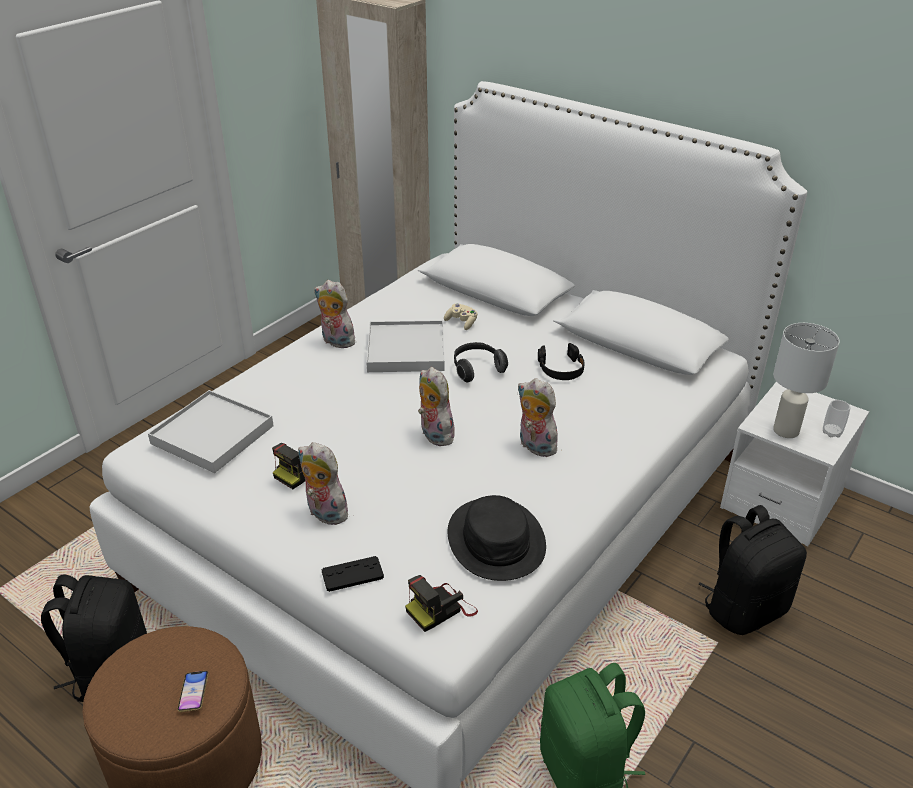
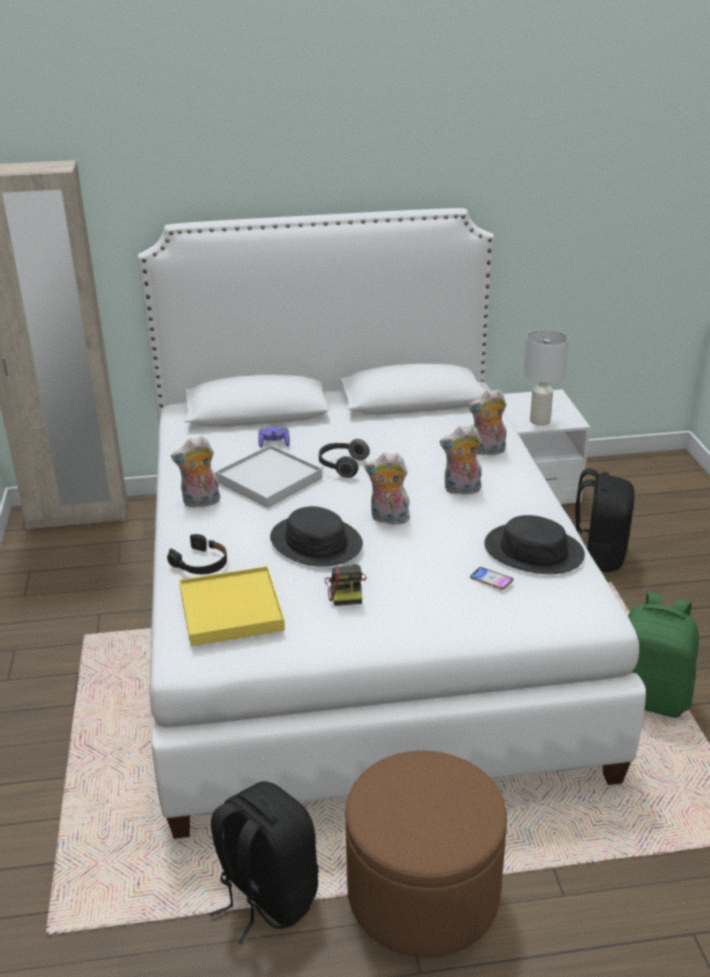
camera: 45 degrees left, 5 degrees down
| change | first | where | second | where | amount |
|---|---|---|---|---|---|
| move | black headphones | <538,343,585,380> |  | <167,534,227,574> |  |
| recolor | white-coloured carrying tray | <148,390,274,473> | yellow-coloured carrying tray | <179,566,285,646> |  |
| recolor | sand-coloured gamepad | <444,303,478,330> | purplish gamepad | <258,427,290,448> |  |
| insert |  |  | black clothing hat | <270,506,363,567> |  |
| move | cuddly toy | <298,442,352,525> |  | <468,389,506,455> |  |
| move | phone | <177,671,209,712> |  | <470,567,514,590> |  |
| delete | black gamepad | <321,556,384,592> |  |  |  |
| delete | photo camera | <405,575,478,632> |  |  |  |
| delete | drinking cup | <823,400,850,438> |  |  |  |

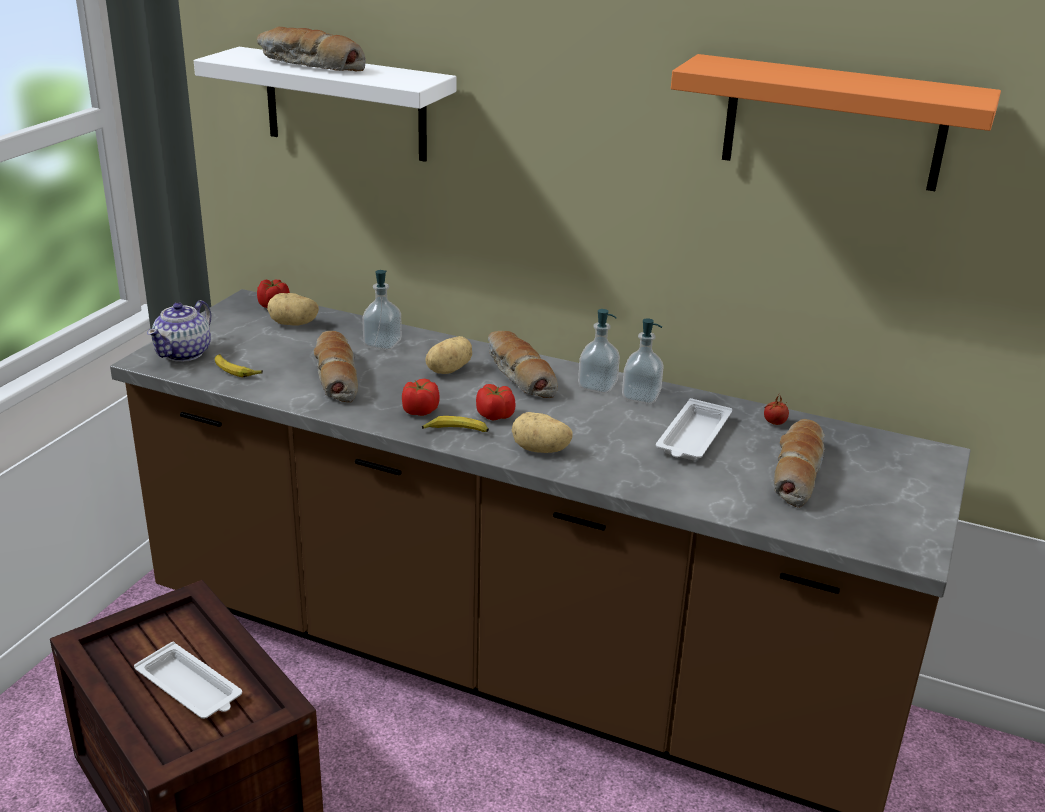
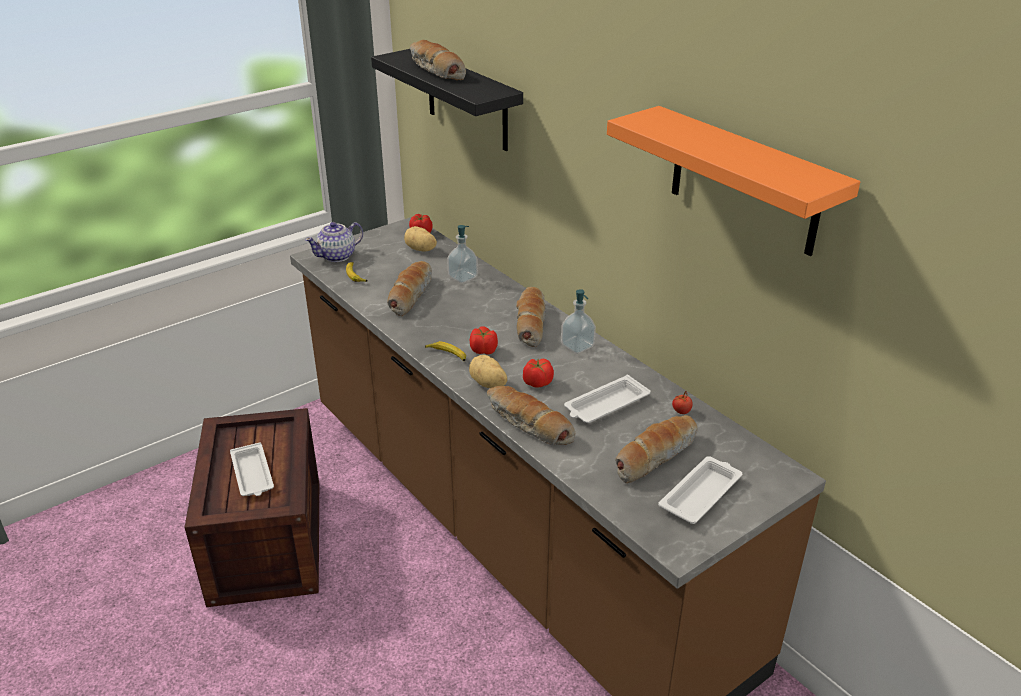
camera: 30 degrees right, 5 degrees up
| change | first | where | second | where | amount |
|---|---|---|---|---|---|
| recolor | white-coloured bracket shelf | <194,47,456,162> | black bracket shelf | <371,49,523,151> |  |
| insert |  |  | bread | <487,386,575,445> |  |
| move | fresh tomato | <402,379,440,416> |  | <523,359,554,388> |  |
| insert |  |  | white-coloured carrying tray | <658,456,742,524> |  |
| delete | whole potato | <425,336,472,374> |  |  |  |
| delete | soap dispenser | <622,318,664,404> |  |  |  |

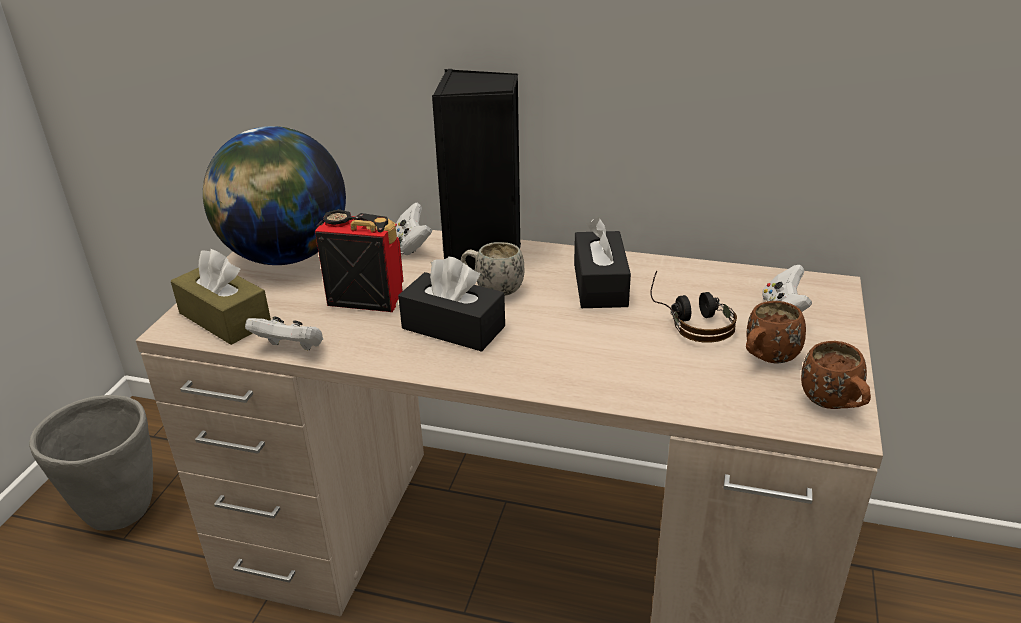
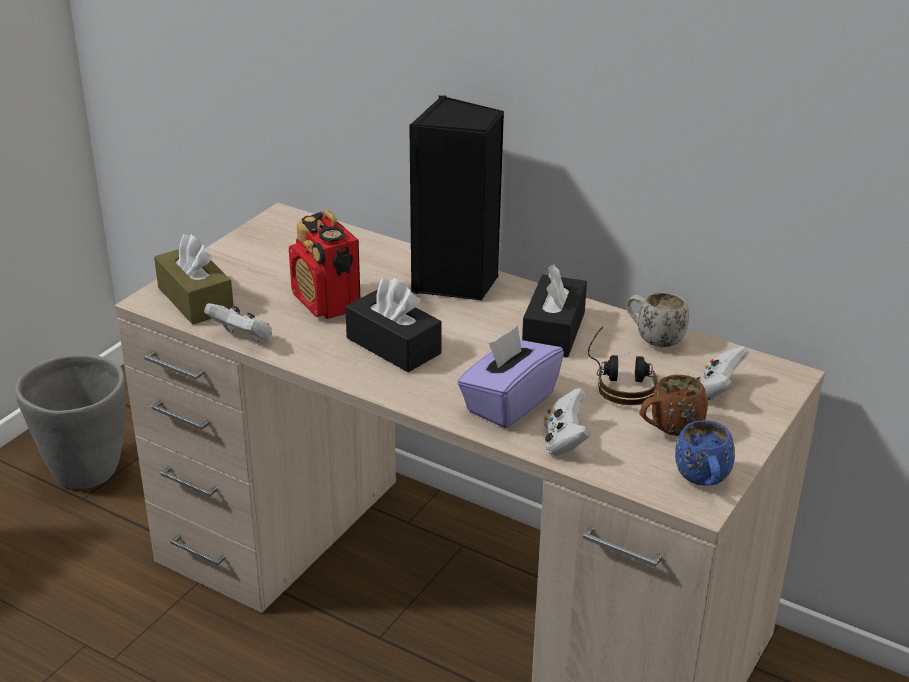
camera: 15 degrees right, 0 degrees up
| change | first | where | second | where | amount |
|---|---|---|---|---|---|
| rotate | radio set | <315,209,403,312> |  | <289,210,360,319> | 150 degrees counterclockwise |
| insert |  |  | purplish tissue box | <457,326,564,428> |  |
| move | white-coloured gamepad | <395,203,432,255> |  | <544,388,591,456> |  |
| move | white-coloured coffee mug | <461,242,524,296> |  | <626,292,689,347> |  |
| recolor | brownish coffee mug | <801,341,871,409> | blue-coloured coffee mug | <675,420,735,486> |  |
| delete | world globe | <203,126,346,265> |  |  |  |

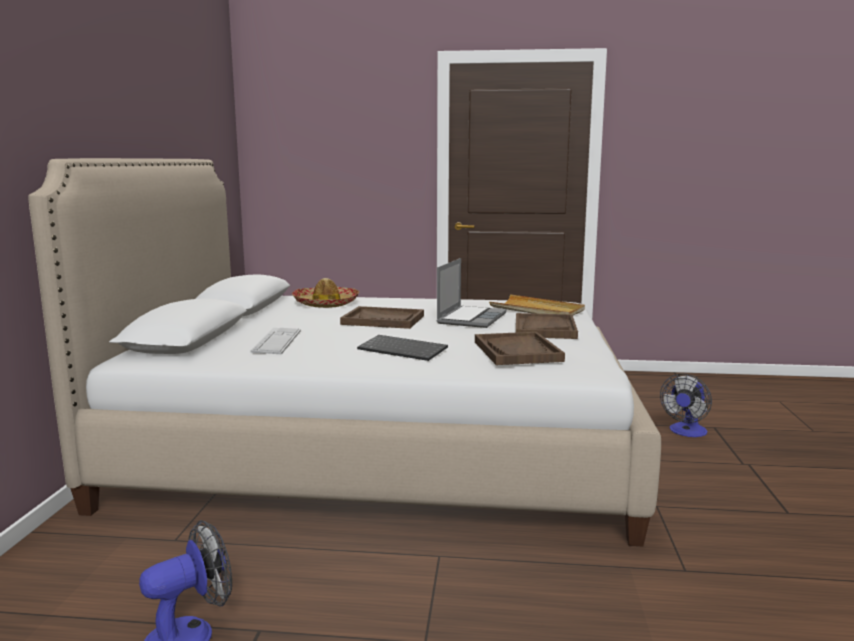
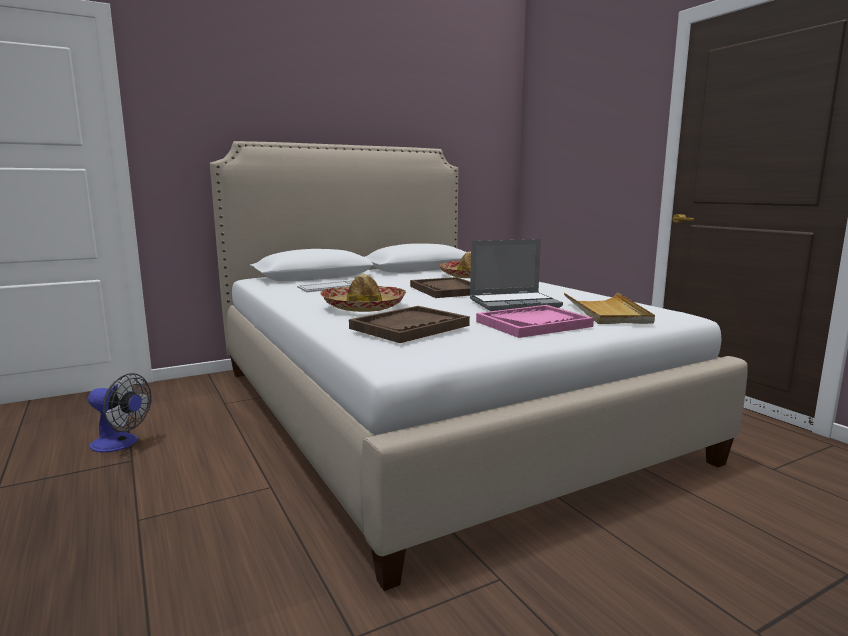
camera: 55 degrees right, 0 degrees up
| change | first | where | second | where | amount |
|---|---|---|---|---|---|
| replace | keyboard | <357,335,448,361> | clothing hat | <320,274,406,312> |  |
| recolor | brownish carrying tray | <516,313,578,339> | pink carrying tray | <476,305,594,338> |  |
| delete | electric fan | <660,374,712,437> |  |  |  |

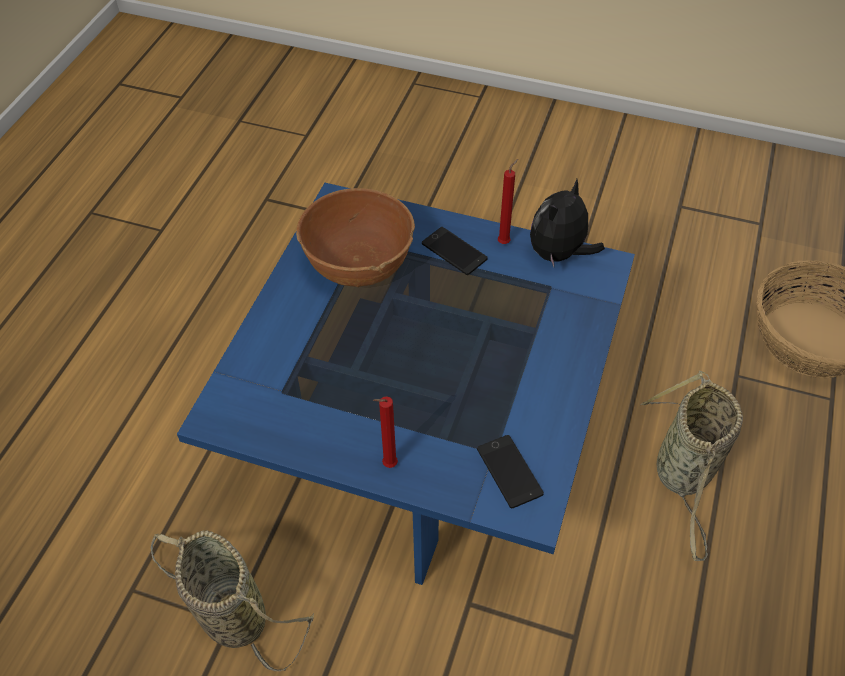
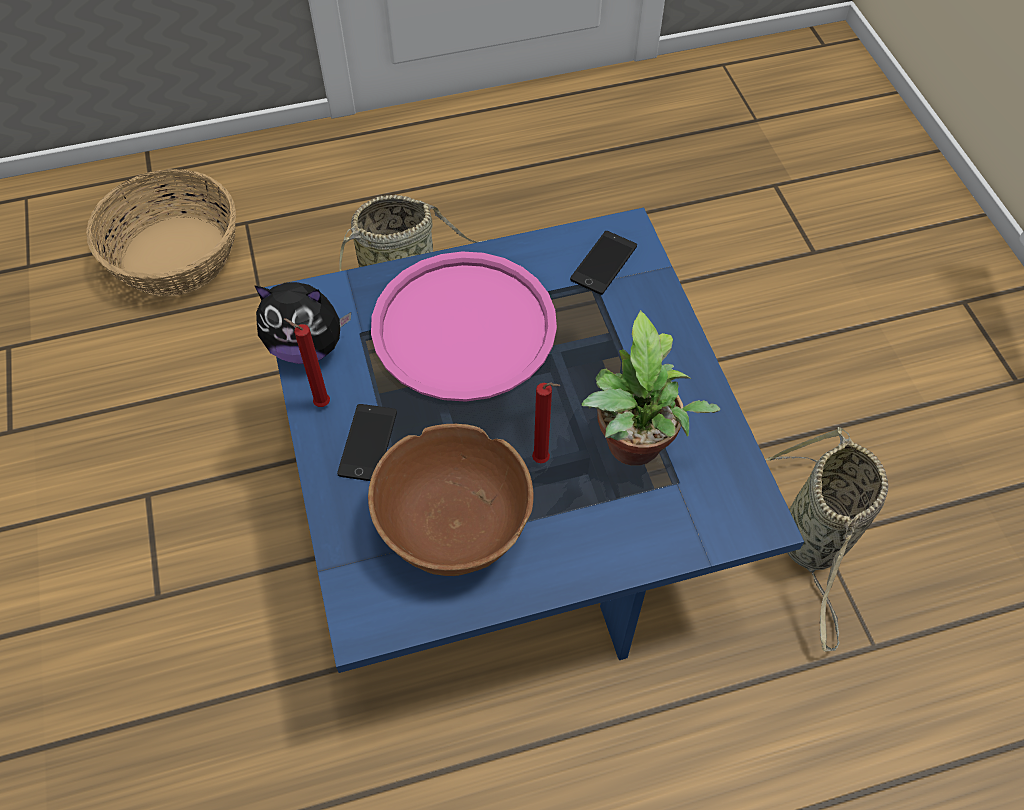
camera: 125 degrees left, 5 degrees up
| change | first | where | second | where | amount |
|---|---|---|---|---|---|
| insert |  |  | pink carrying tray | <371,251,557,402> |  |
| move | red wax light | <373,396,398,468> |  | <532,382,560,463> |  |
| insert |  |  | potted plant | <581,310,720,465> |  |

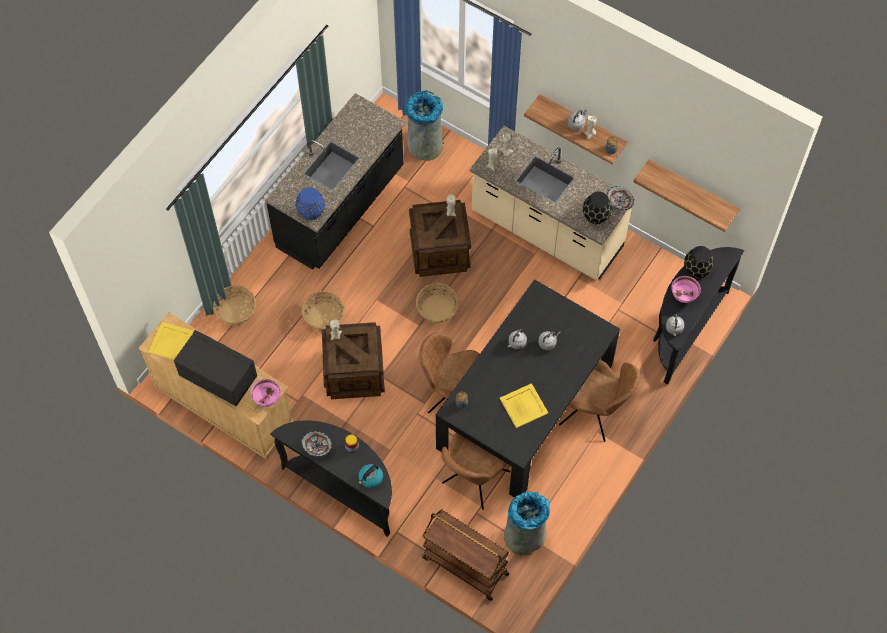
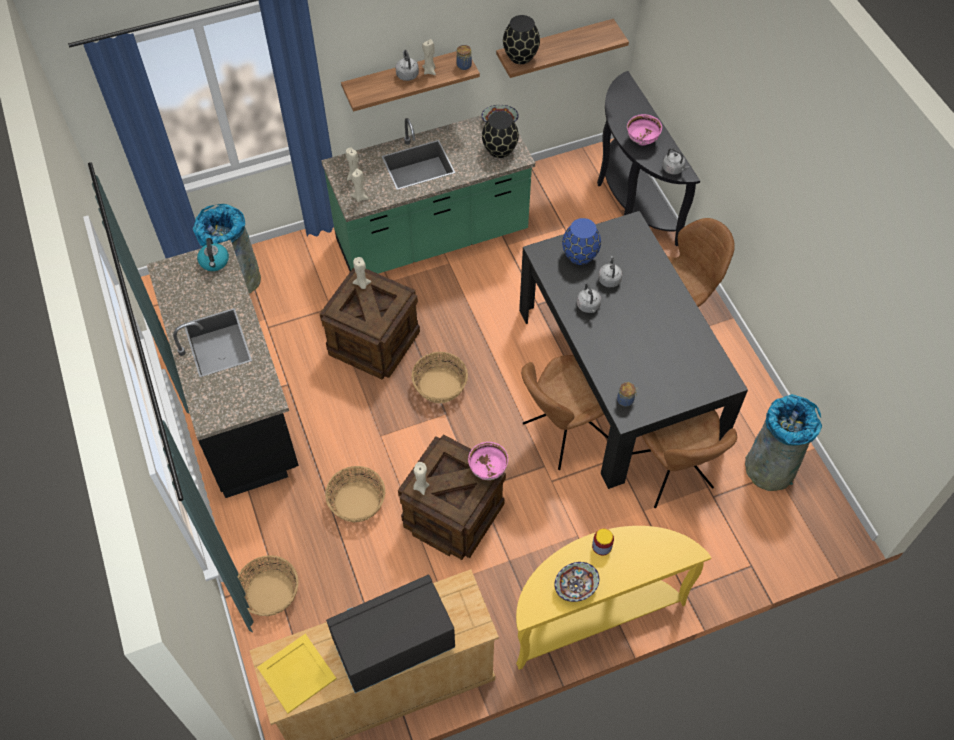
camera: 55 degrees left, 5 degrees down
| change | first | where | second | where | amount |
|---|---|---|---|---|---|
| move | tea kettle | <358,464,383,488> |  | <197,238,229,271> |  |
| recolor | sand-coloured counter | <470,126,635,281> | green counter | <321,116,535,274> |  |
| move | pink deep dish | <251,379,281,407> |  | <468,442,508,480> |  |
| move | black vase | <684,246,714,278> |  | <503,15,540,64> |  |
| recolor | black console table | <270,420,392,537> | yellow-coloured console table | <516,526,711,670> |  |
| move | blue-coloured vase | <296,187,325,220> |  | <562,218,601,265> |  |
| delete | brownish wheeled cart | <422,509,509,601> |  |  |  |
| delete | yellow-coloured carrying tray | <500,383,548,428> |  |  |  |

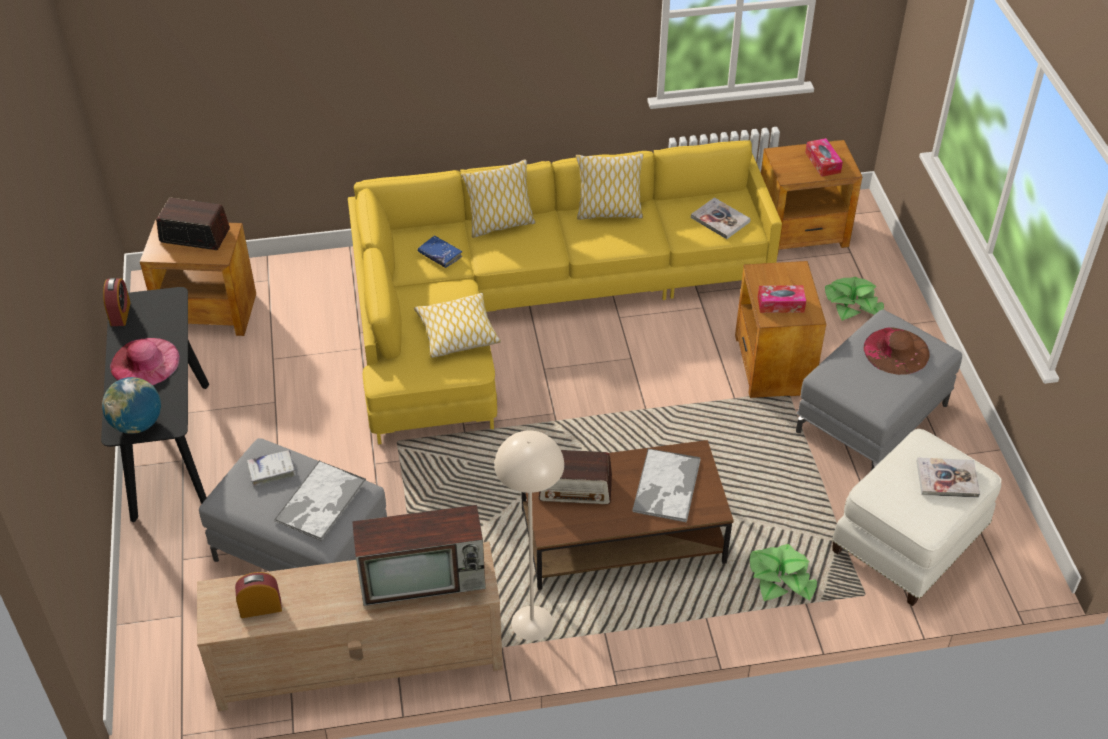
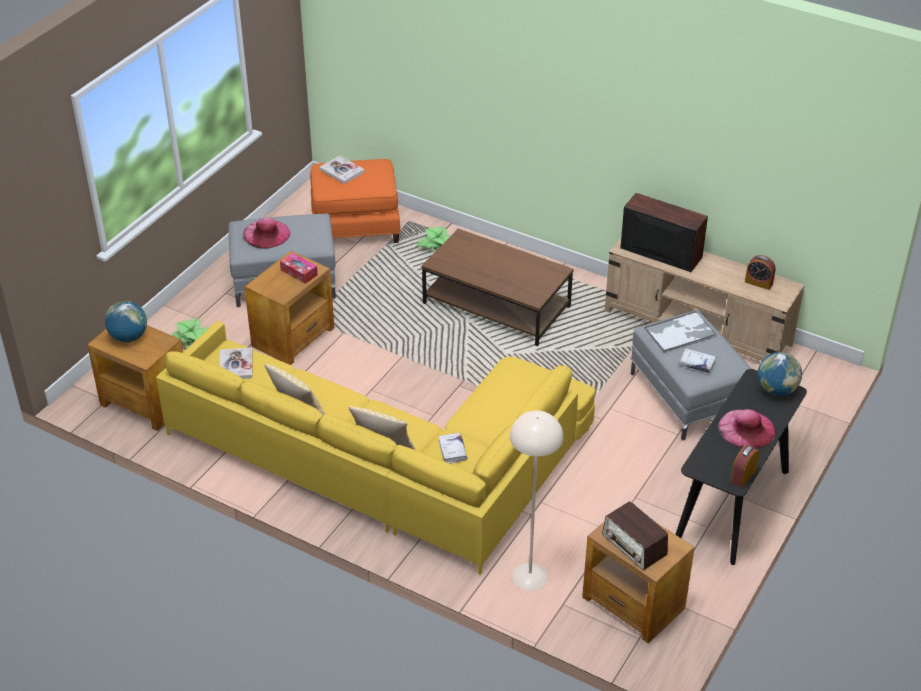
camera: 140 degrees left, 5 degrees down
| change | first | where | second | where | amount |
|---|---|---|---|---|---|
| replace | tissue box | <805,138,843,177> | world globe | <105,301,147,342> |  |
| recolor | brownish clothing hat | <864,327,930,375> | pink clothing hat | <243,217,290,249> |  |
| recolor | white-coloured pouffe | <832,429,1002,606> | orange-coloured pouffe | <310,159,401,243> |  |
| recolor | blue-coloured bound book | <417,236,462,268> | white-coloured bound book | <438,433,467,464> |  |
| move | sand-coloured standard lamp | <494,431,564,643> |  | <510,410,563,591> |  |
| delete | throw pillow | <414,293,501,358> |  |  |  |
| delete | radio set | <539,450,612,504> |  |  |  |
| delete | carrying tray | <632,448,701,522> |  |  |  |

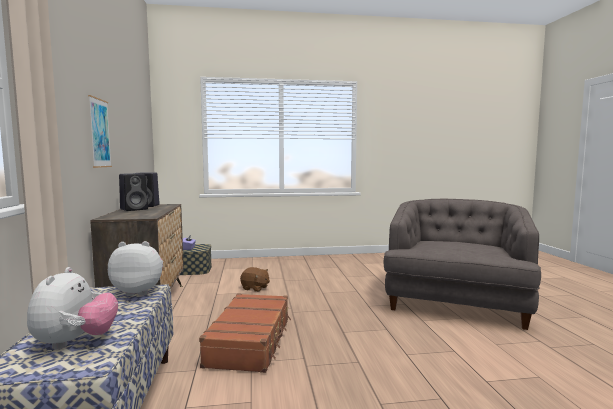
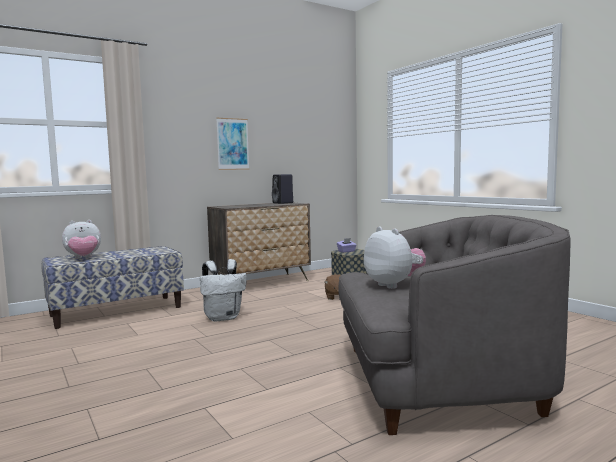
camera: 65 degrees right, 0 degrees up
| change | first | where | second | where | amount |
|---|---|---|---|---|---|
| replace | brownish suitcase | <199,293,291,373> | white-coloured knapsack | <200,259,247,322> |  |
| move | cuddly toy | <108,241,163,296> |  | <364,226,426,289> |  |
| delete | black loudspeaker | <119,173,148,211> |  |  |  |

